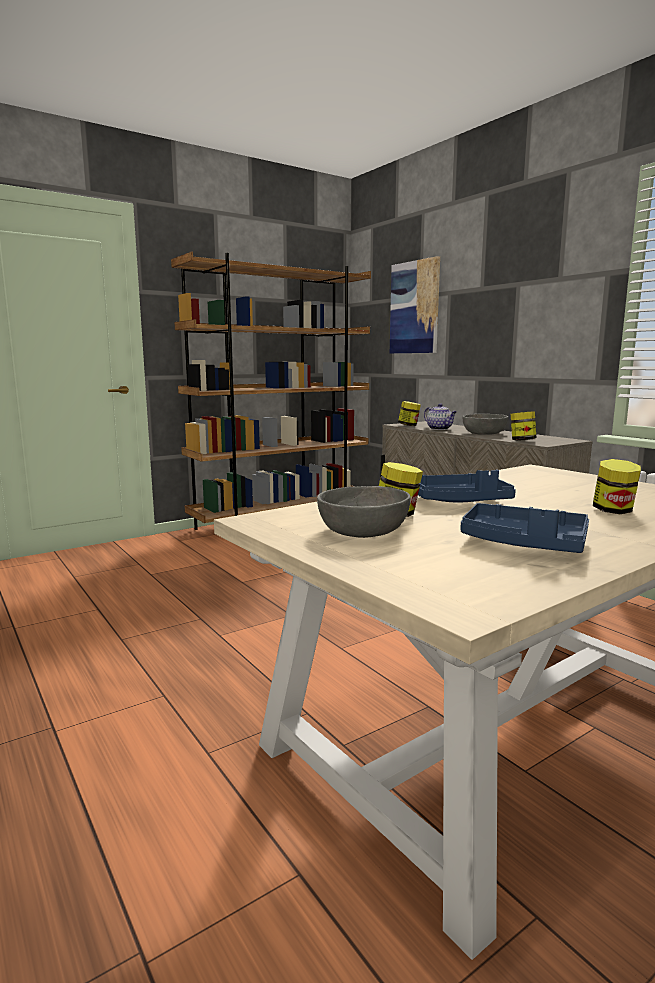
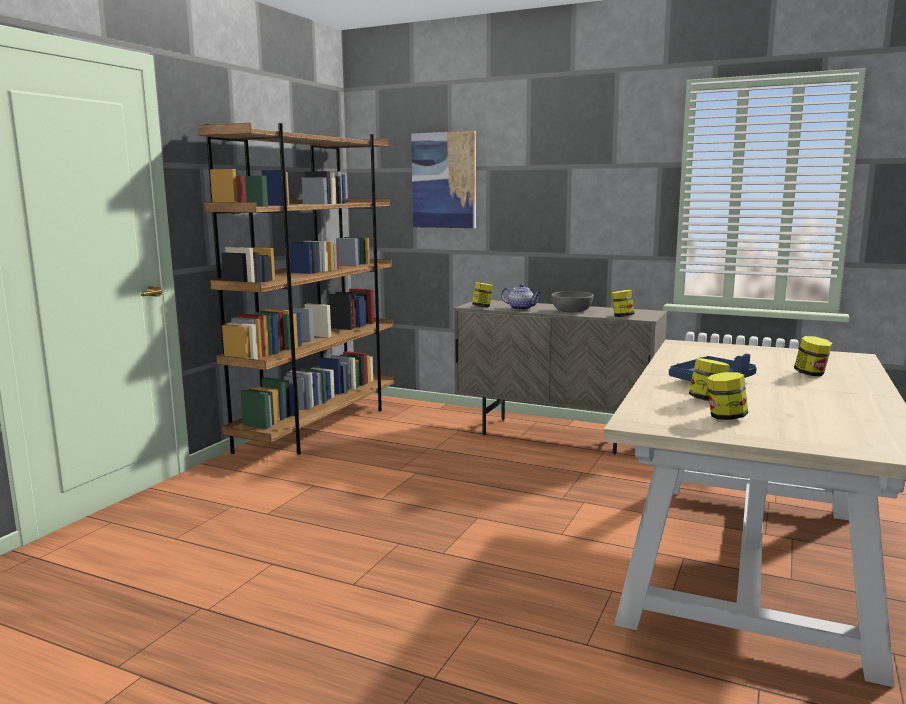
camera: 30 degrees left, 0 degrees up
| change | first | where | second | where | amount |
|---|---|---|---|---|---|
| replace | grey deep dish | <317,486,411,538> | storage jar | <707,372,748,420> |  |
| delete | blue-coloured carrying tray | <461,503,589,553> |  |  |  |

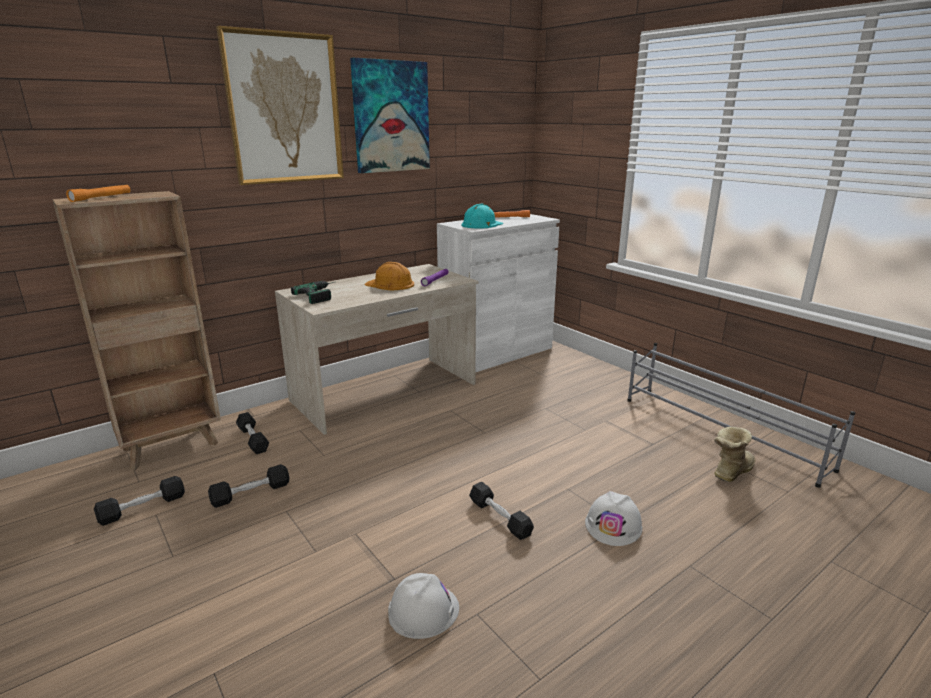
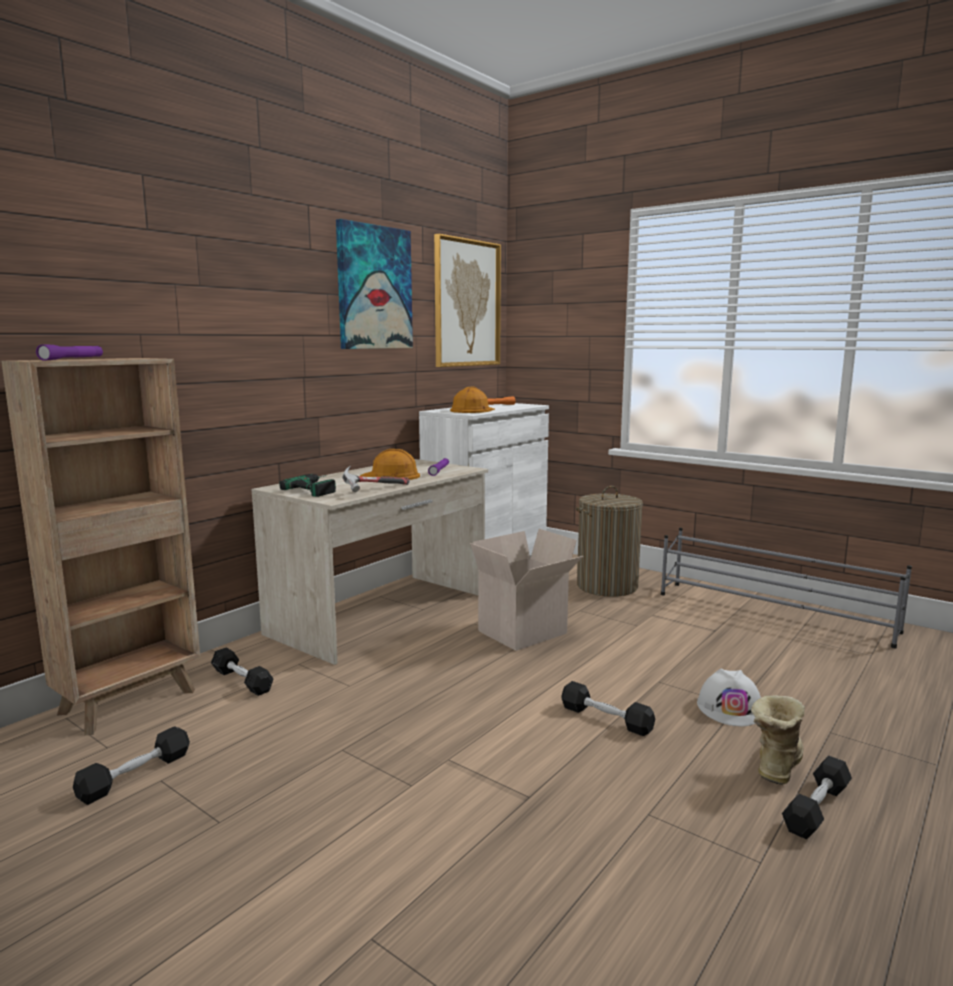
camera: 15 degrees left, 10 degrees down
| change | first | where | second | where | amount |
|---|---|---|---|---|---|
| recolor | orange-coloured torch | <66,185,131,202> | purplish torch | <36,344,103,361> |  |
| insert |  |  | tool hammer | <342,466,410,492> |  |
| move | wall picture | <216,26,344,185> |  | <434,234,501,367> |  |
| recolor | blue-green hard hat | <461,204,503,228> | orange-coloured hard hat | <450,387,495,413> |  |
| insert |  |  | carton | <470,529,583,651> |  |
| insert |  |  | hamper | <576,486,643,597> |  |
| move | high-top boot | <714,427,755,482> |  | <751,695,805,785> |  |
| move | black free weight | <208,464,289,508> |  | <782,756,852,839> |  |
| delete | white-coloured hard hat | <388,573,459,639> |  |  |  |

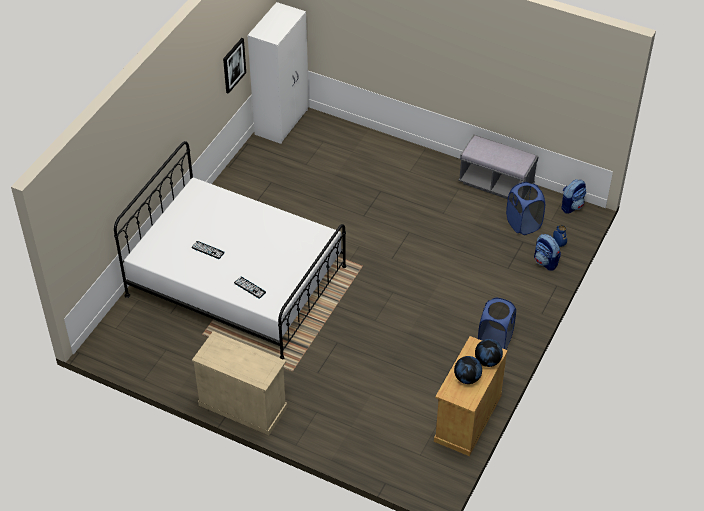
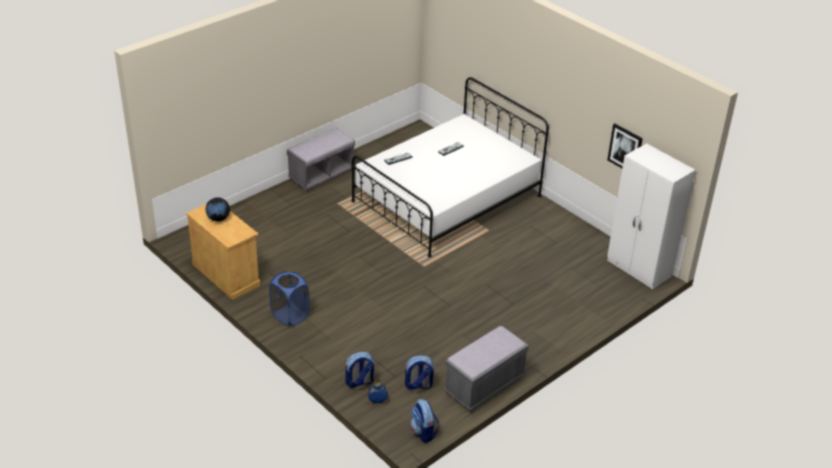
camera: 110 degrees right, 10 degrees down
| change | first | where | second | where | amount |
|---|---|---|---|---|---|
| replace | sand-coloured storage cabinet | <192,331,287,435> | grey long seat | <287,128,355,191> |  |
| replace | blue-coloured hamper | <506,182,545,235> | knapsack | <405,355,434,390> |  |
| delete | world globe | <475,339,503,367> |  |  |  |

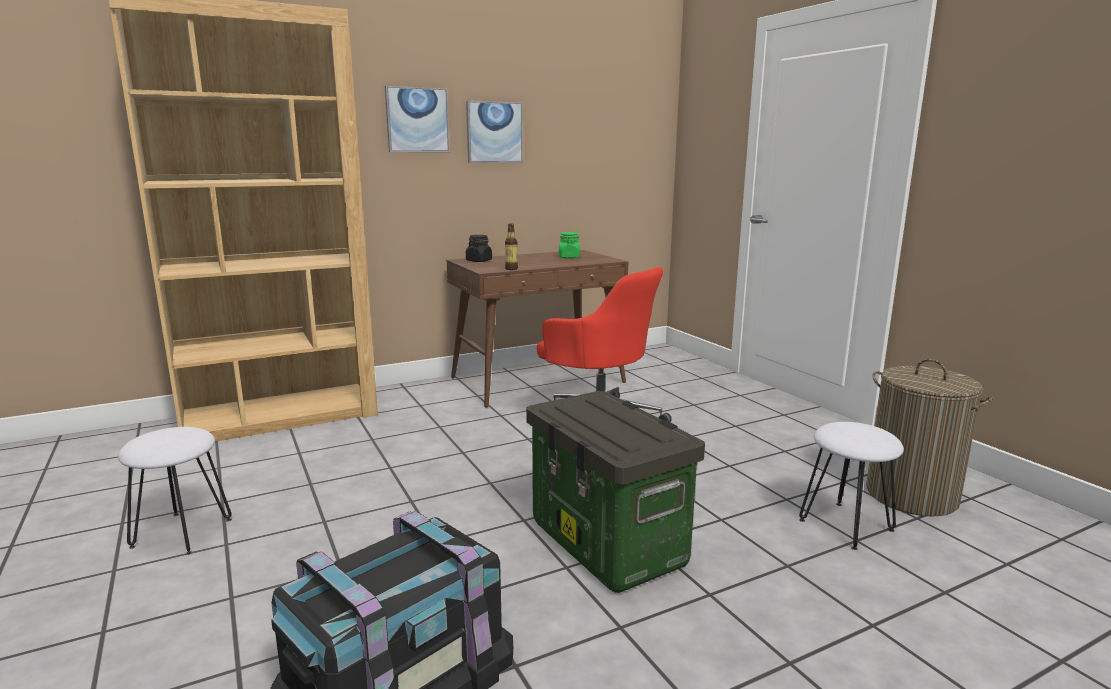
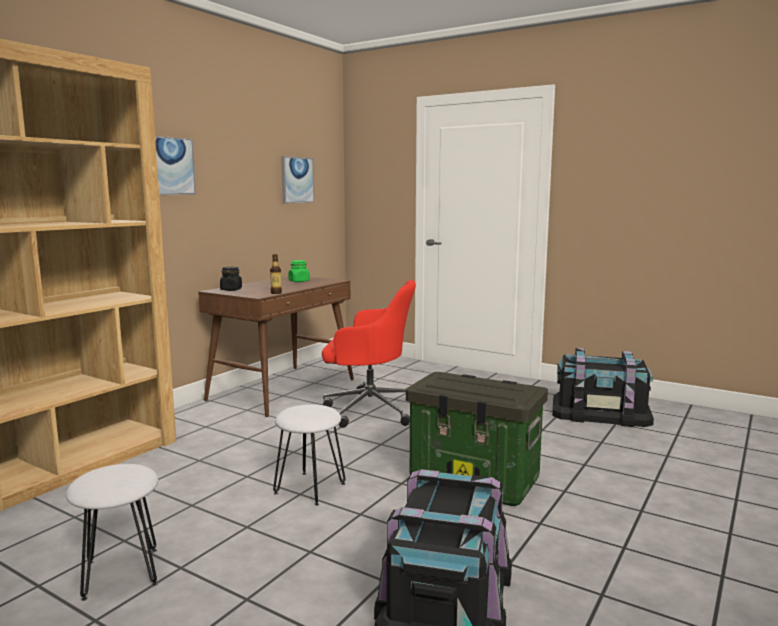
camera: 30 degrees left, 5 degrees down
| change | first | where | second | where | amount |
|---|---|---|---|---|---|
| move | white-coloured sitting stool | <799,422,904,550> |  | <273,404,346,506> |  |
| move | wall picture | <466,101,523,163> |  | <281,156,314,203> |  |
| replace | hamper | <866,359,994,516> | black storage bin | <552,348,654,427> |  |

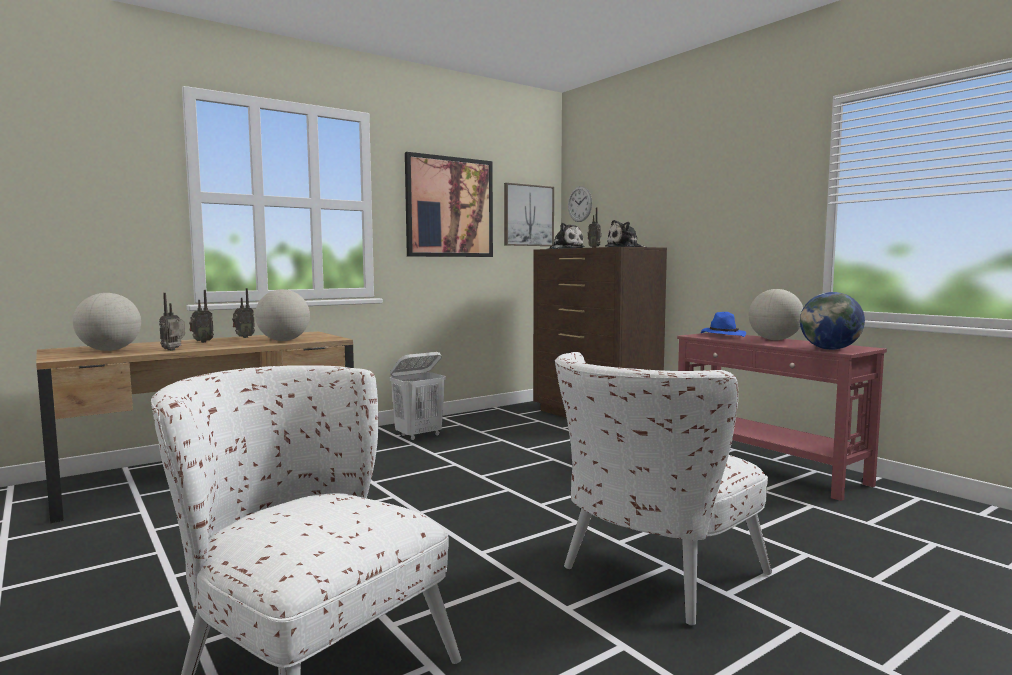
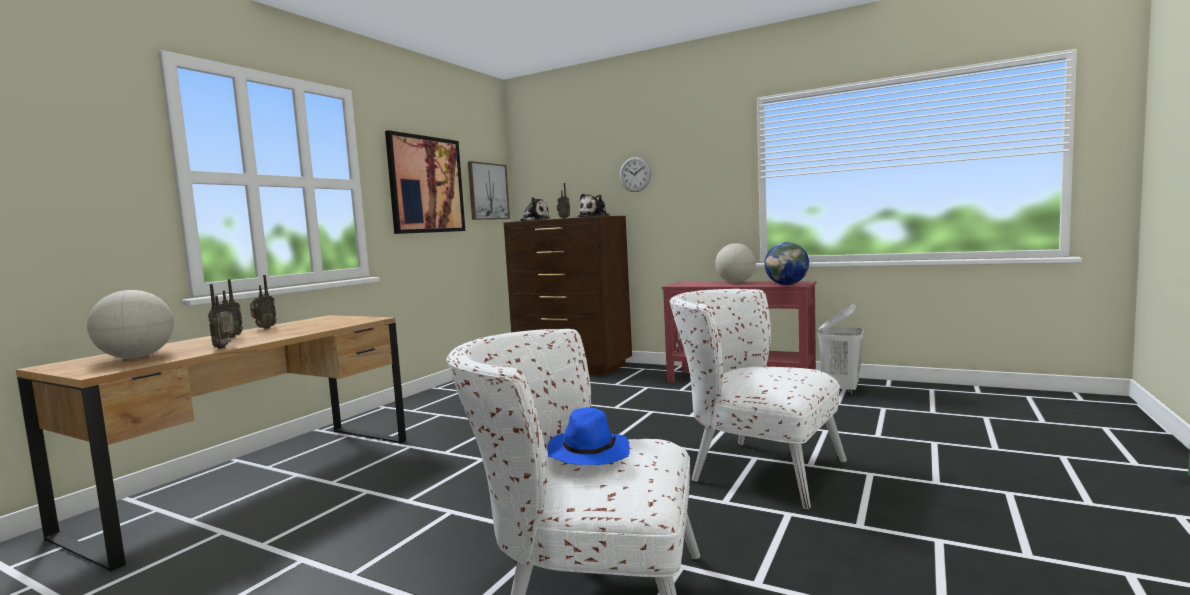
camera: 25 degrees left, 0 degrees up
| change | first | where | second | where | amount |
|---|---|---|---|---|---|
| move | blue-coloured clothing hat | <701,312,746,337> |  | <547,407,630,465> |  |
| move | wall clock | <568,186,592,222> |  | <620,157,651,192> |  |
| rotate | white-coloured easy chair | <555,352,772,625> |  | <669,289,847,509> | 105 degrees clockwise |
| move | white-coloured hamper | <390,352,446,441> |  | <818,304,864,395> |  |
| delete | world globe | <255,289,310,341> |  |  |  |

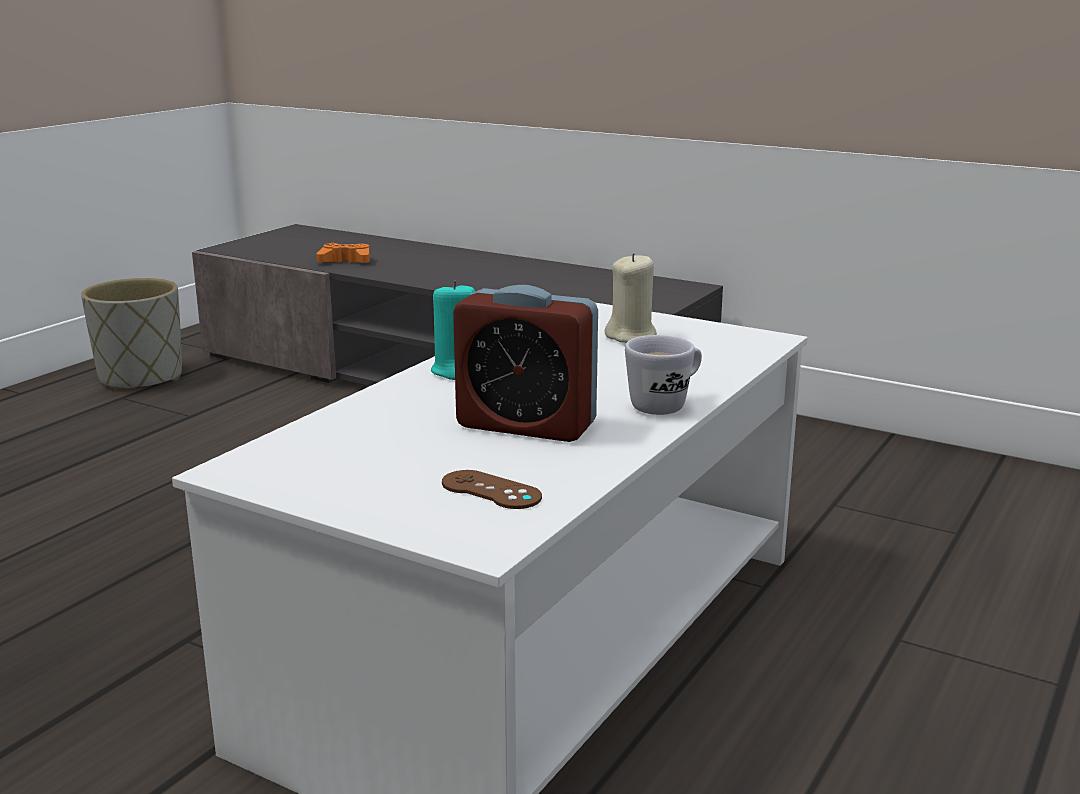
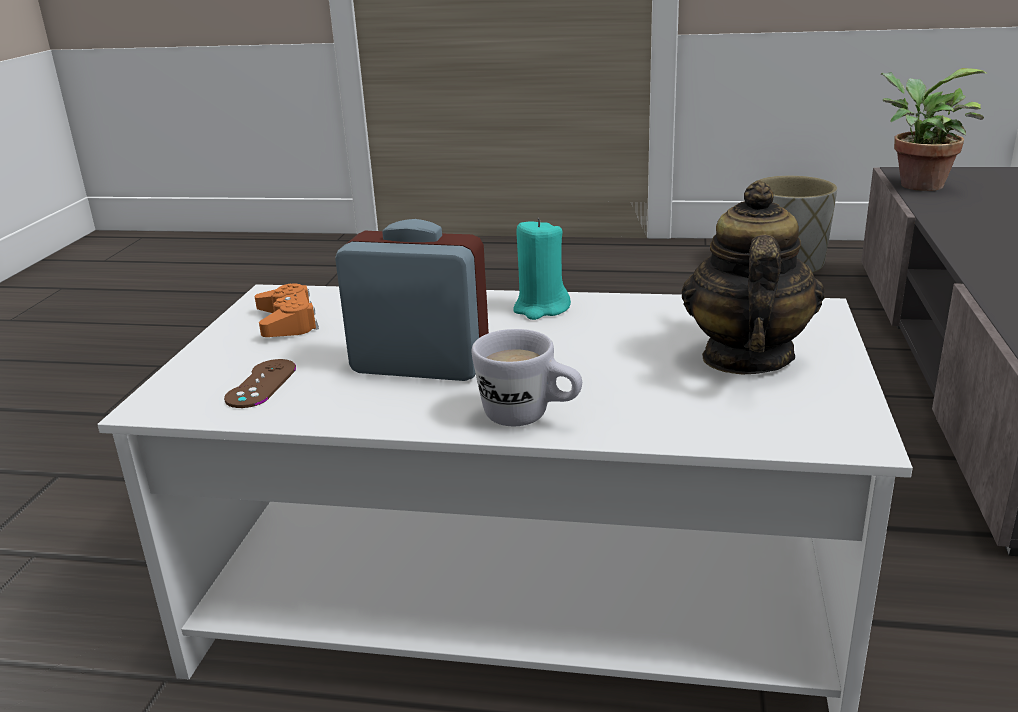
camera: 70 degrees right, 5 degrees up
| change | first | where | second | where | amount |
|---|---|---|---|---|---|
| move | orange-coloured gamepad | <316,243,370,263> |  | <255,284,319,337> |  |
| rotate | bedside clock | <453,285,598,442> |  | <335,219,489,381> | 105 degrees clockwise |
| replace | sand-coloured wax light | <605,253,657,343> | teapot | <682,181,825,374> |  |
| insert |  |  | potted plant | <881,68,988,191> |  |

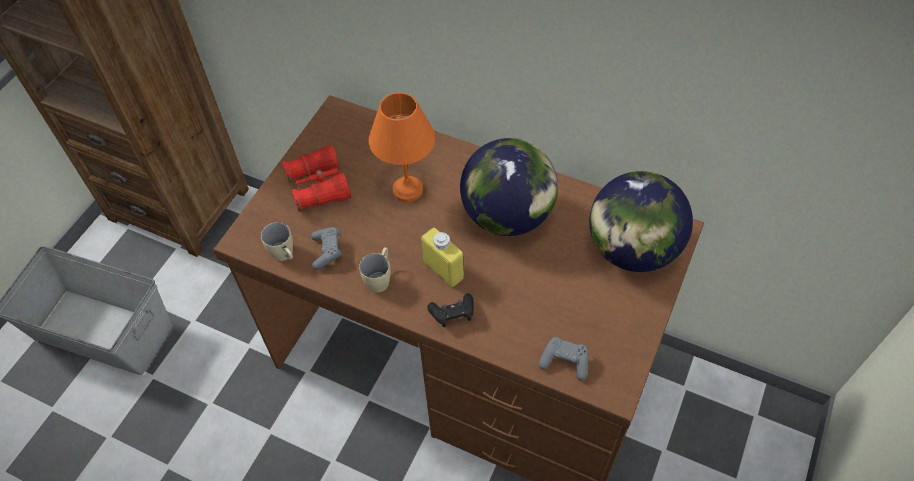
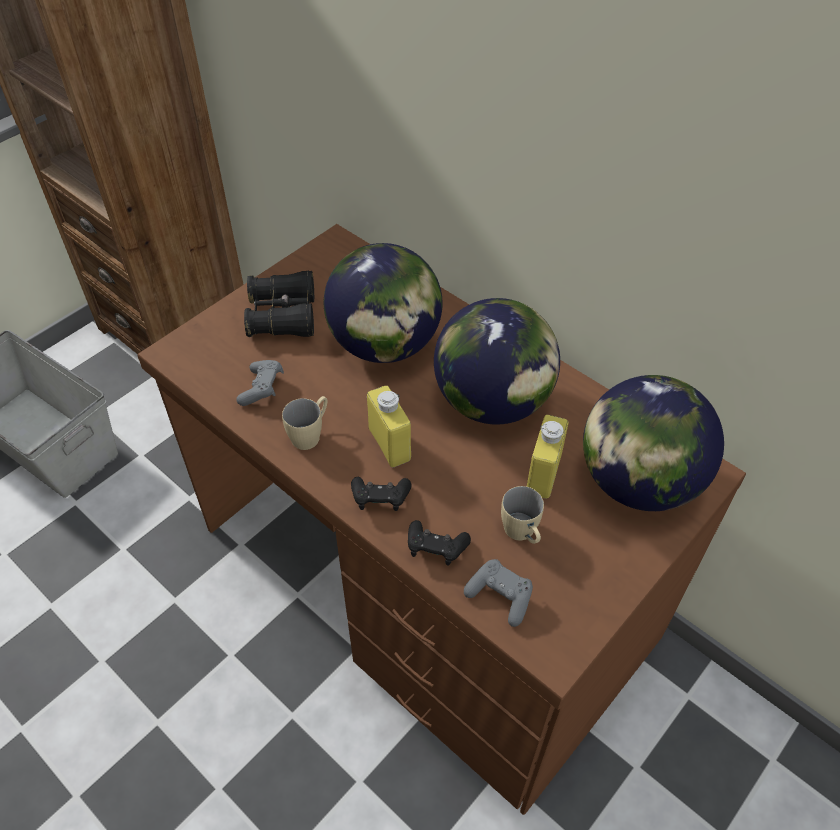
camera: 15 degrees right, 5 degrees down
| change | first | where | second | where | amount |
|---|---|---|---|---|---|
| recolor | red field glasses | <282,145,351,212> | black field glasses | <244,271,314,337> |  |
| replace | orange-coloured tabletop lamp | <369,92,436,202> | world globe | <324,243,443,363> |  |
| insert |  |  | black gamepad | <408,520,471,566> |  |
| move | sand-coloured coffee mug | <261,222,293,261> |  | <501,486,544,544> |  |
| insert |  |  | yellow-coloured beverage bottle | <527,415,568,499> |  |

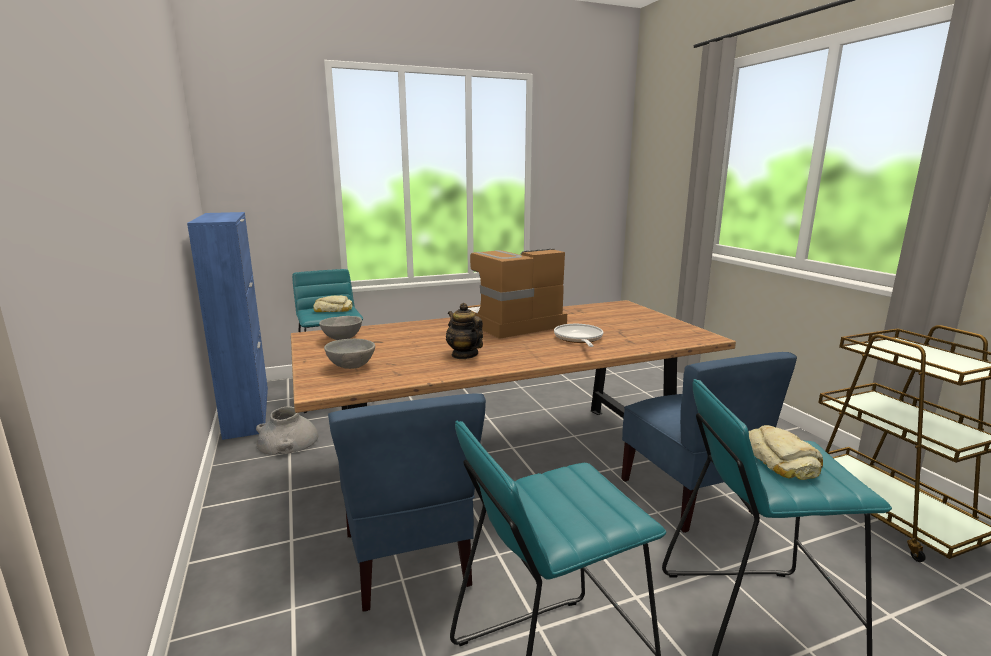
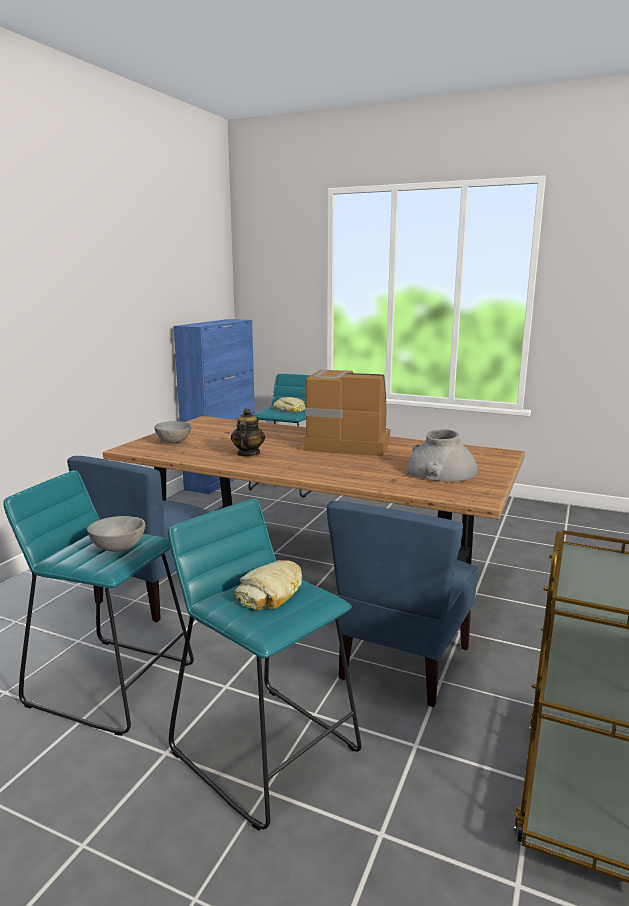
camera: 45 degrees right, 0 degrees up
| change | first | where | second | where | amount |
|---|---|---|---|---|---|
| move | grey deep dish | <319,316,362,340> |  | <87,516,146,552> |  |
| move | grey vase | <256,406,318,455> |  | <406,429,478,482> |  |
| delete | frying pan | <554,324,603,347> |  |  |  |

